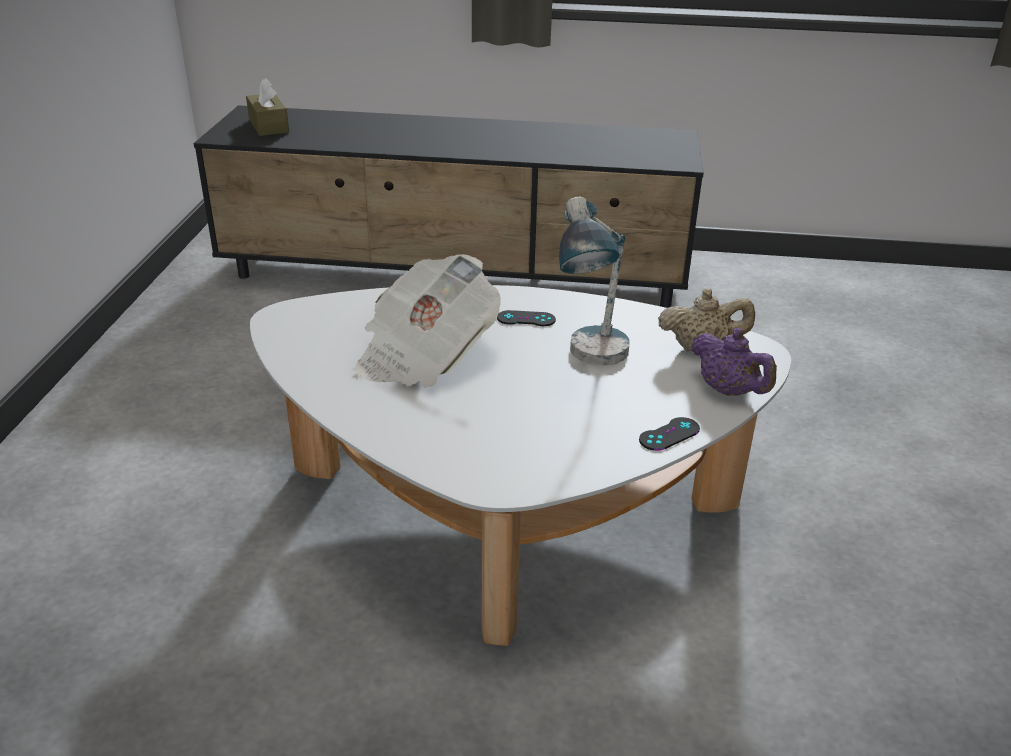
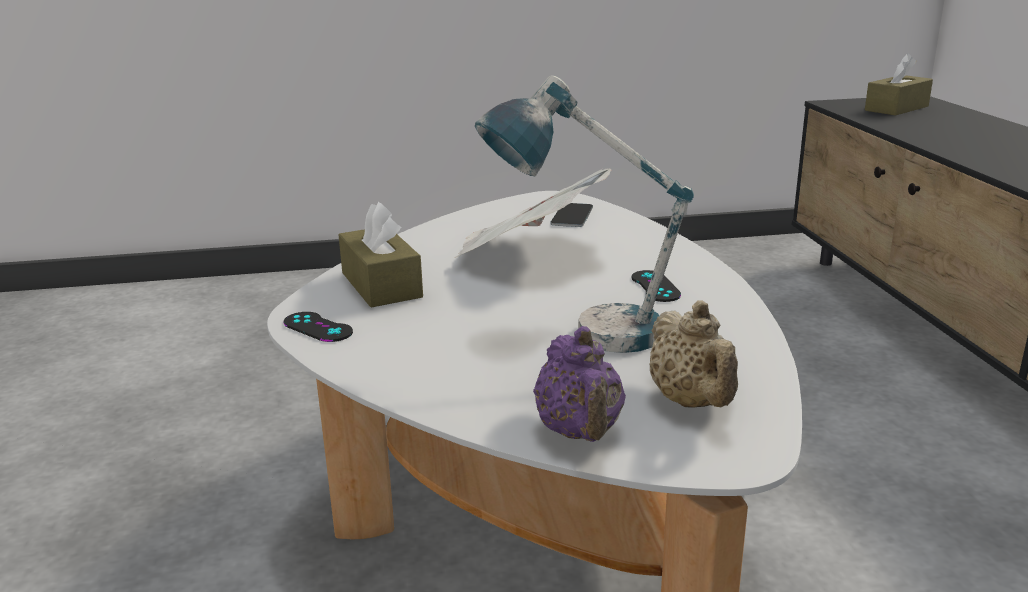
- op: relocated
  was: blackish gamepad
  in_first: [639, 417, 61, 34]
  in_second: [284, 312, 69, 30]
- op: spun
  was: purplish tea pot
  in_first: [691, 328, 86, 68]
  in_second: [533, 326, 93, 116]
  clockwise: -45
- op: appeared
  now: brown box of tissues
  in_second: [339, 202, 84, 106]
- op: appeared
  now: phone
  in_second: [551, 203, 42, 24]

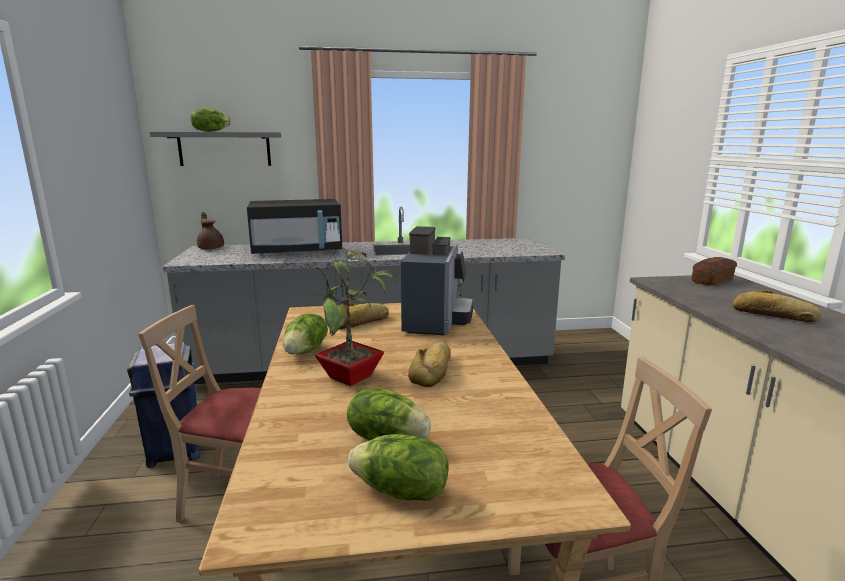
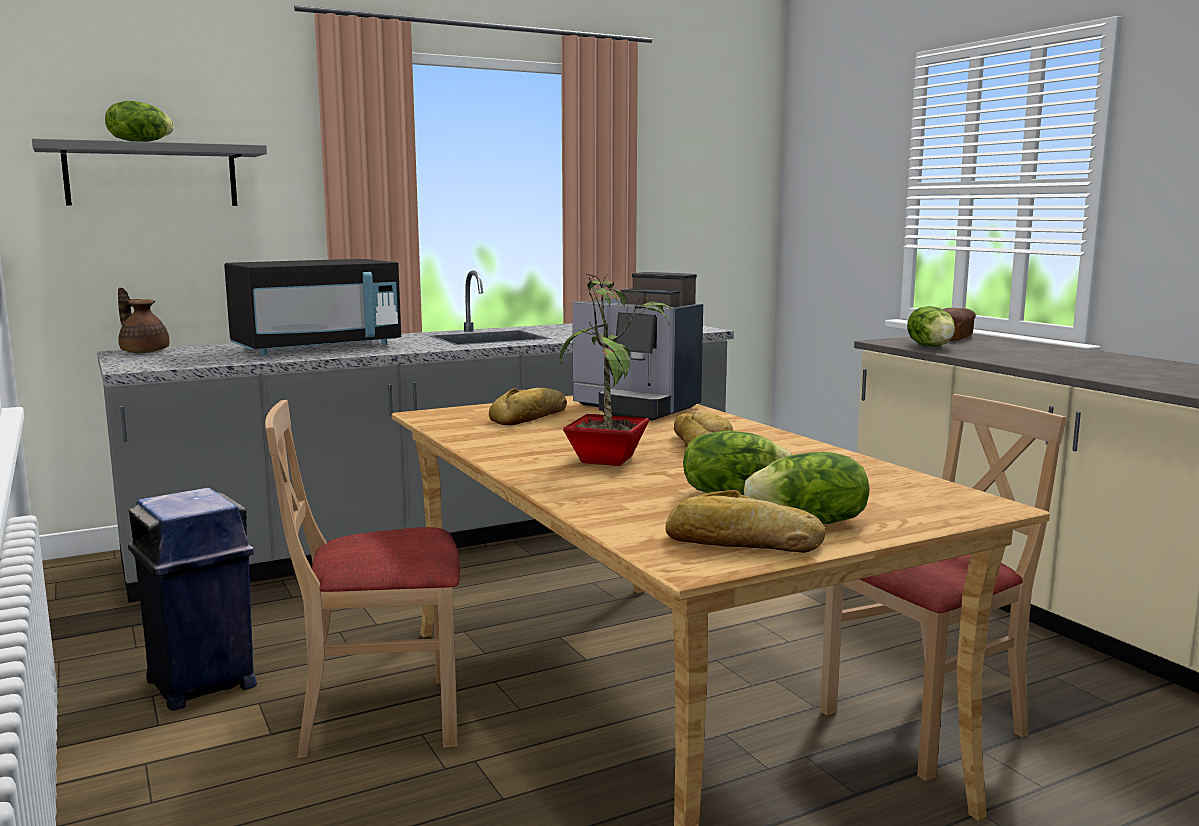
- op: relocated
  was: head of lettuce
  in_first: [283, 314, 45, 40]
  in_second: [907, 306, 48, 41]
- op: spun
  was: coffee brewer
  in_first: [401, 226, 72, 109]
  in_second: [572, 272, 131, 149]
  clockwise: 135
- op: relocated
  was: bread
  in_first: [732, 291, 89, 32]
  in_second: [665, 490, 160, 63]

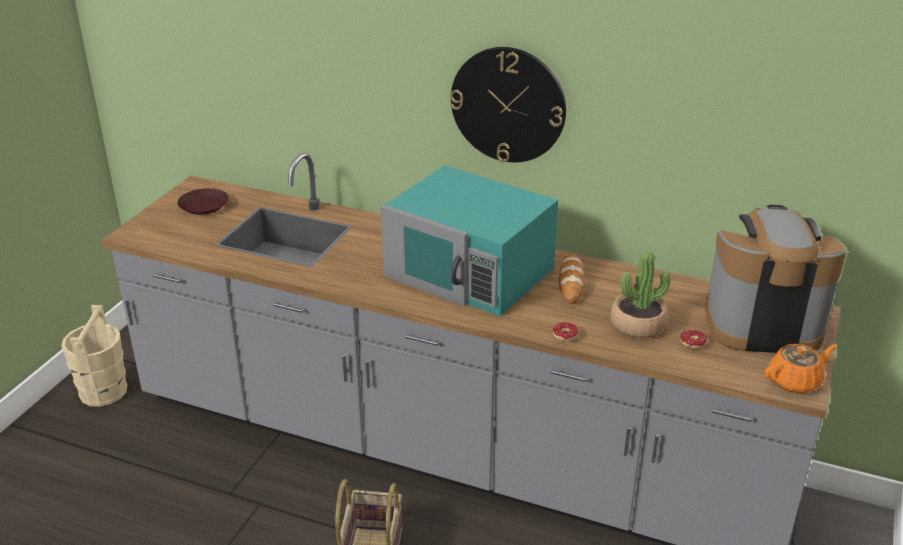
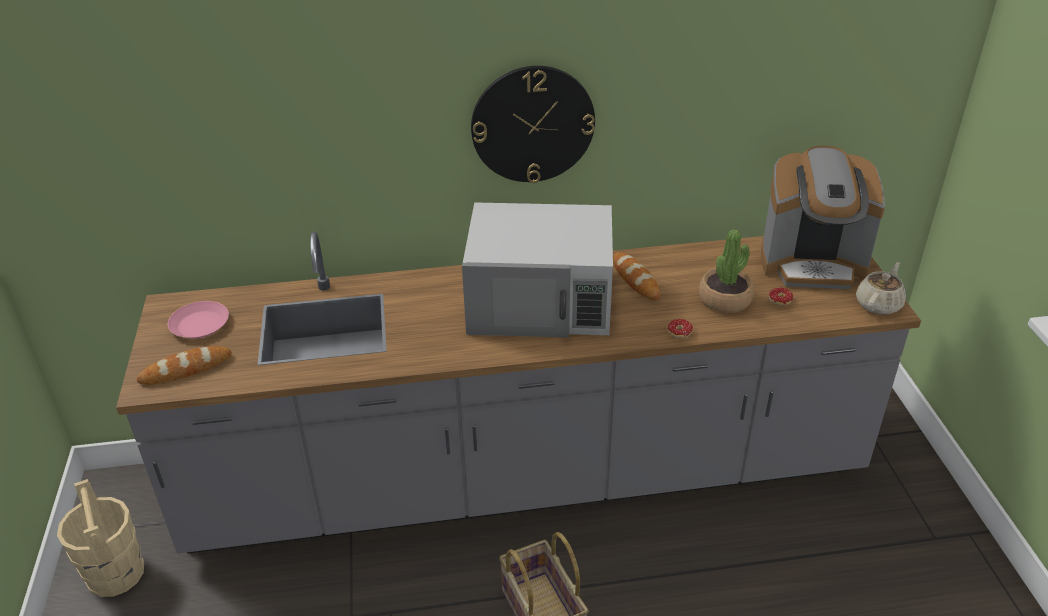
- op: colour
  was: brown plate
  now: pink-coloured plate
  in_first: [177, 188, 52, 27]
  in_second: [168, 301, 61, 38]
- op: colour
  was: turquoise kitchen microwave
  now: whitish kitchen microwave
  in_first: [381, 165, 177, 151]
  in_second: [462, 202, 151, 136]
- op: spun
  was: coffee brewer
  in_first: [705, 205, 142, 148]
  in_second: [761, 146, 124, 143]
  clockwise: -150
- op: colour
  was: orange-coloured tea pot
  now: beige-coloured tea pot
  in_first: [764, 344, 73, 49]
  in_second: [856, 262, 50, 53]
- op: appeared
  now: bread
  in_second: [137, 346, 95, 39]

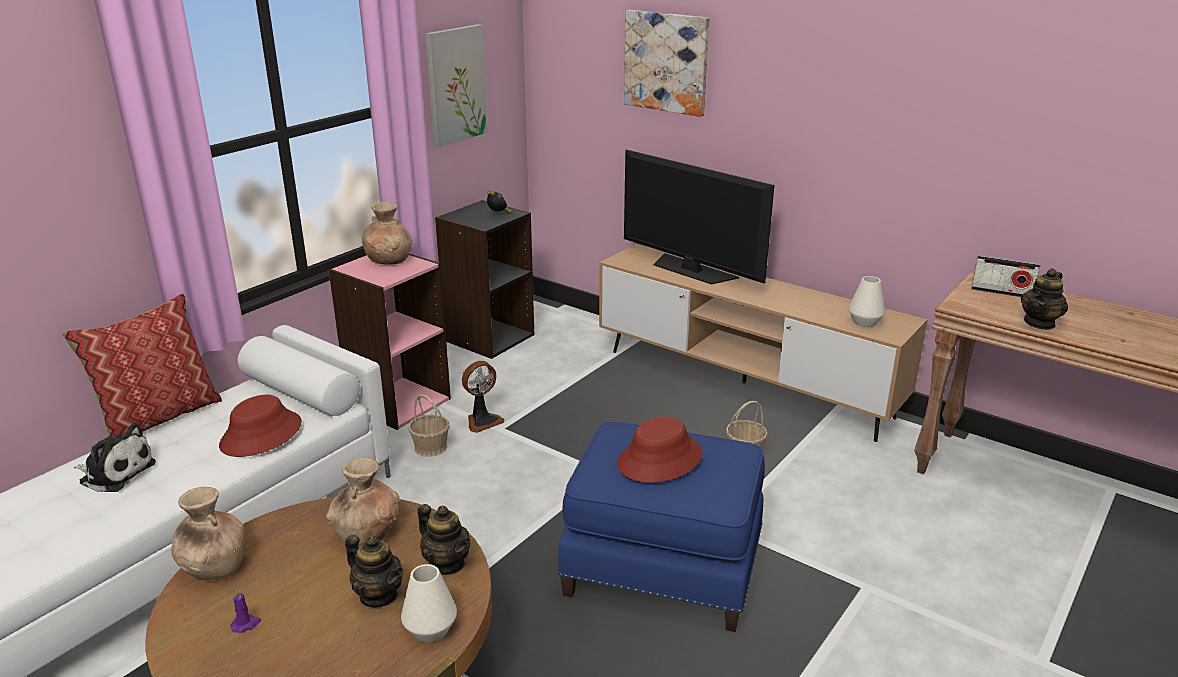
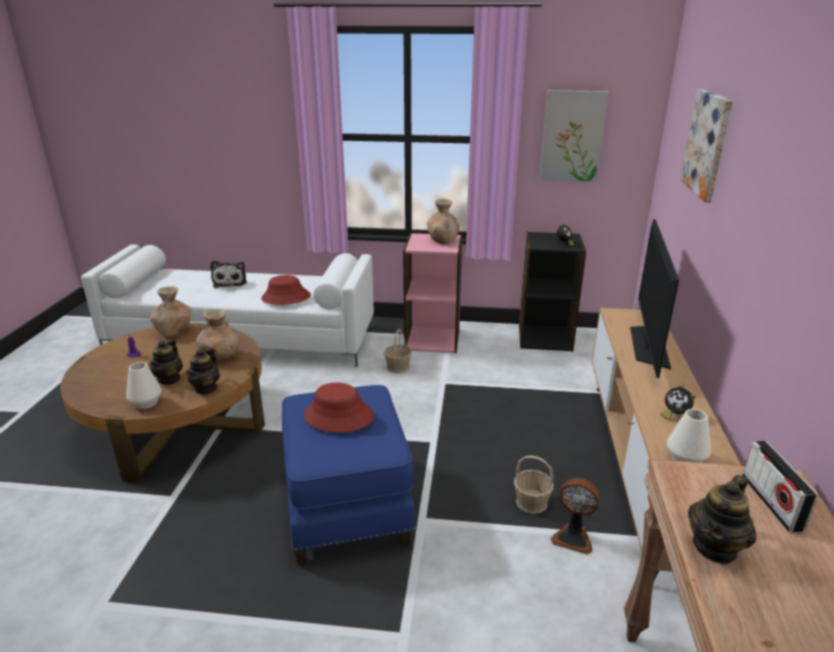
- op: missing
  was: pillow
  in_first: [62, 293, 160, 144]
- op: relocated
  was: electric fan
  in_first: [462, 361, 42, 72]
  in_second: [551, 478, 49, 77]
- op: spun
  was: tea pot
  in_first: [1021, 268, 47, 62]
  in_second: [688, 475, 68, 90]
  clockwise: -60
- op: appeared
  now: alarm clock
  in_second: [661, 384, 35, 36]

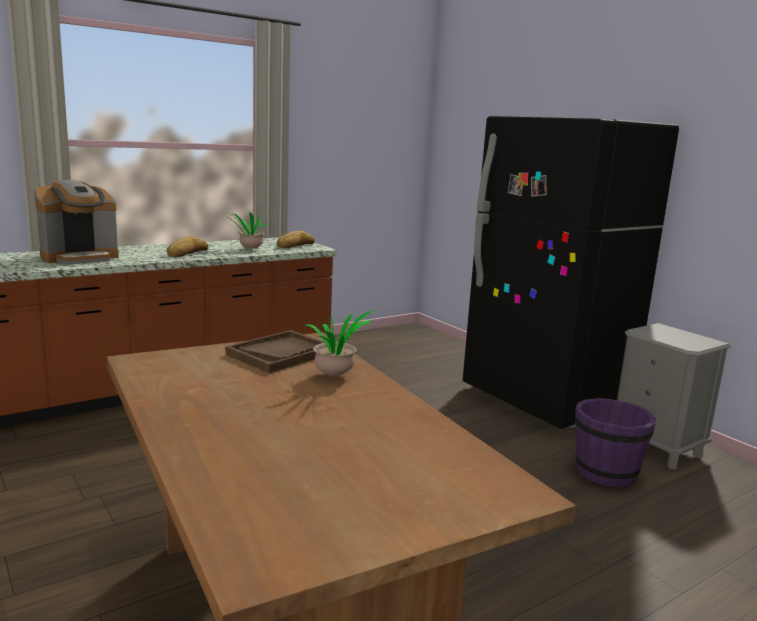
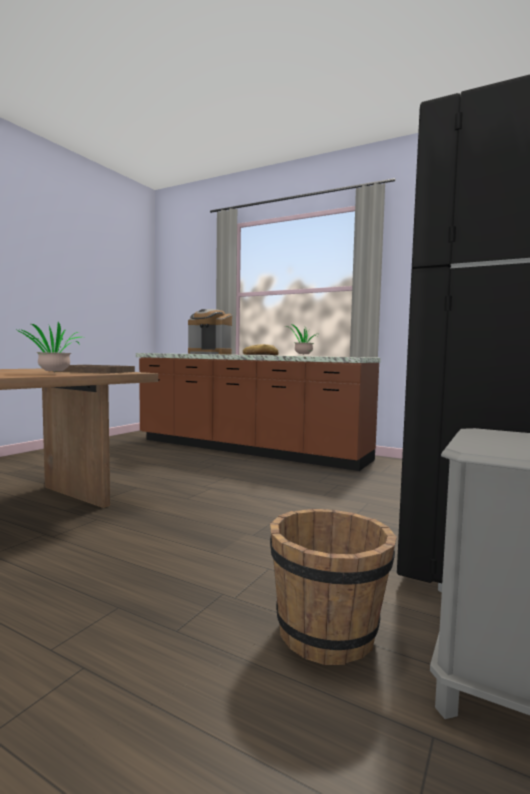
- op: missing
  was: bread
  in_first: [277, 231, 38, 17]
- op: colour
  was: purplish bucket
  now: brown bucket
  in_first: [575, 398, 81, 89]
  in_second: [270, 509, 127, 156]

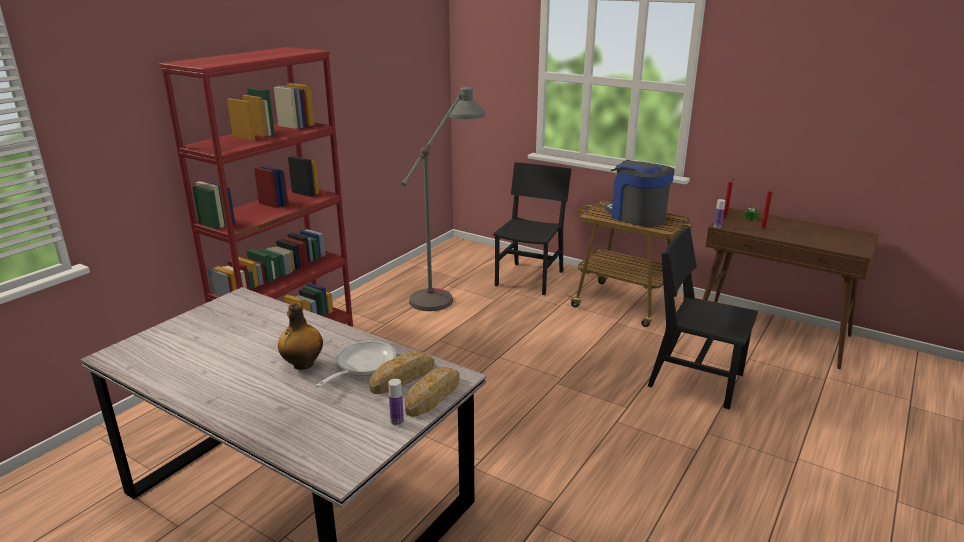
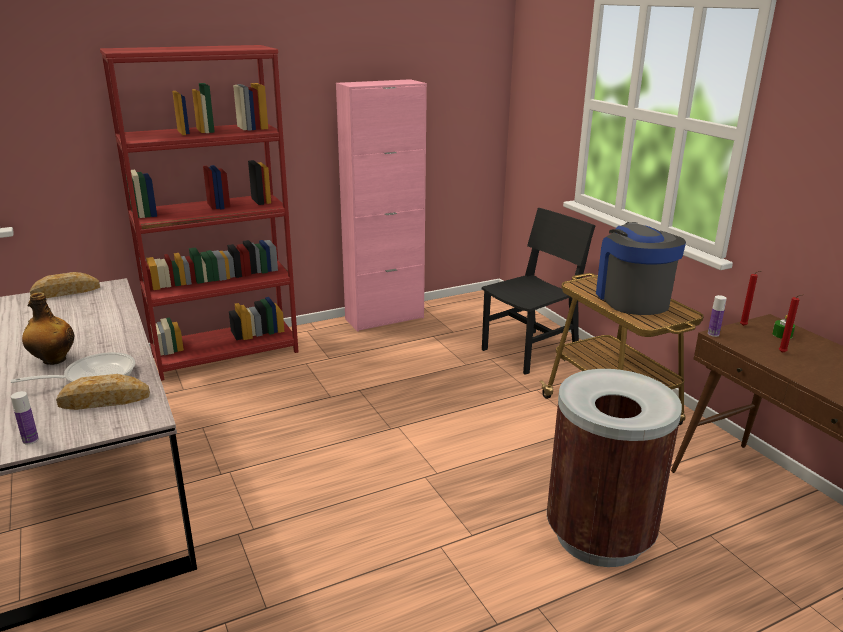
- op: missing
  was: greyish standard lamp
  in_first: [402, 87, 83, 224]
- op: relocated
  was: bread
  in_first: [405, 367, 55, 50]
  in_second: [30, 272, 70, 26]
- op: exchanged
  was: blackish plain chair
  now: brown trash can
  in_first: [648, 227, 110, 182]
  in_second: [547, 369, 135, 198]
- op: appeared
  now: pink-coloured cupboard
  in_second: [336, 79, 91, 253]

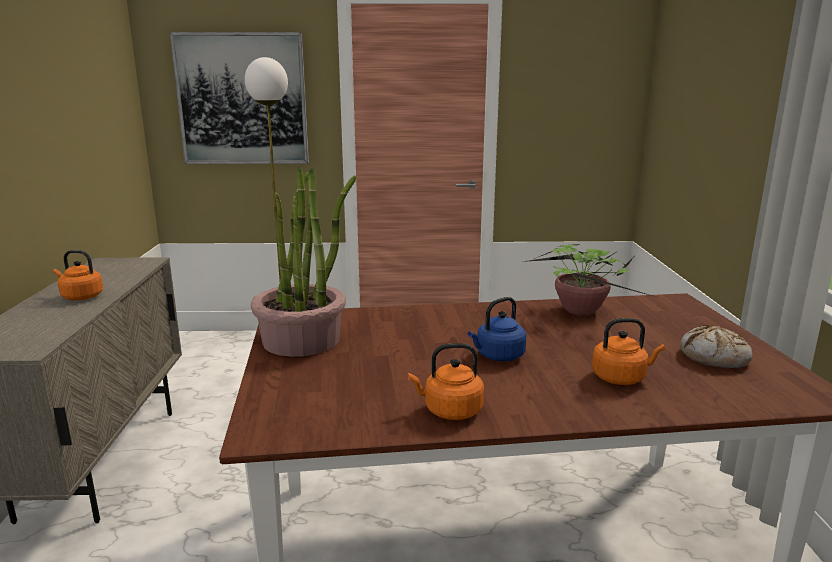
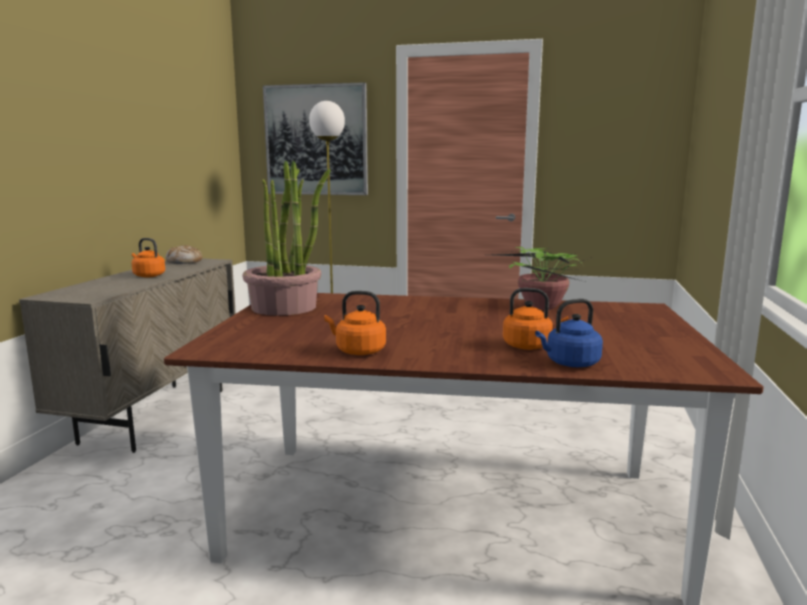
- op: relocated
  was: blue tea kettle
  in_first: [468, 297, 59, 64]
  in_second: [535, 299, 68, 68]
- op: relocated
  was: bread
  in_first: [680, 325, 73, 43]
  in_second: [166, 245, 36, 19]

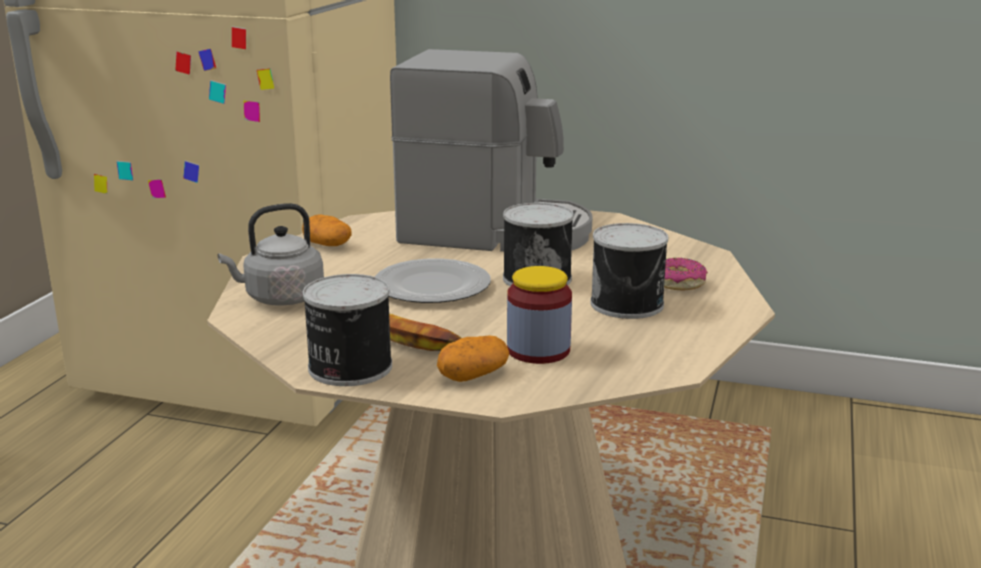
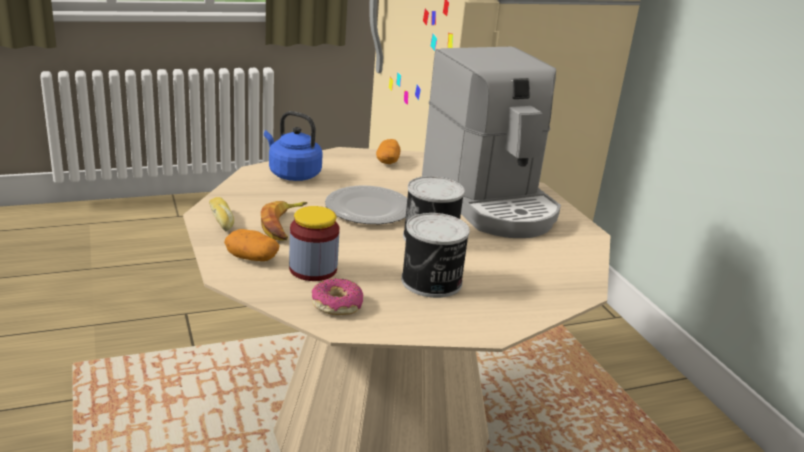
- op: colour
  was: greyish tea kettle
  now: blue tea kettle
  in_first: [218, 203, 106, 103]
  in_second: [264, 111, 59, 70]
- op: exchanged
  was: sealed can
  now: bread
  in_first: [303, 274, 89, 112]
  in_second: [209, 197, 25, 34]
- op: relocated
  was: doughnut
  in_first: [664, 258, 44, 33]
  in_second: [312, 278, 51, 37]

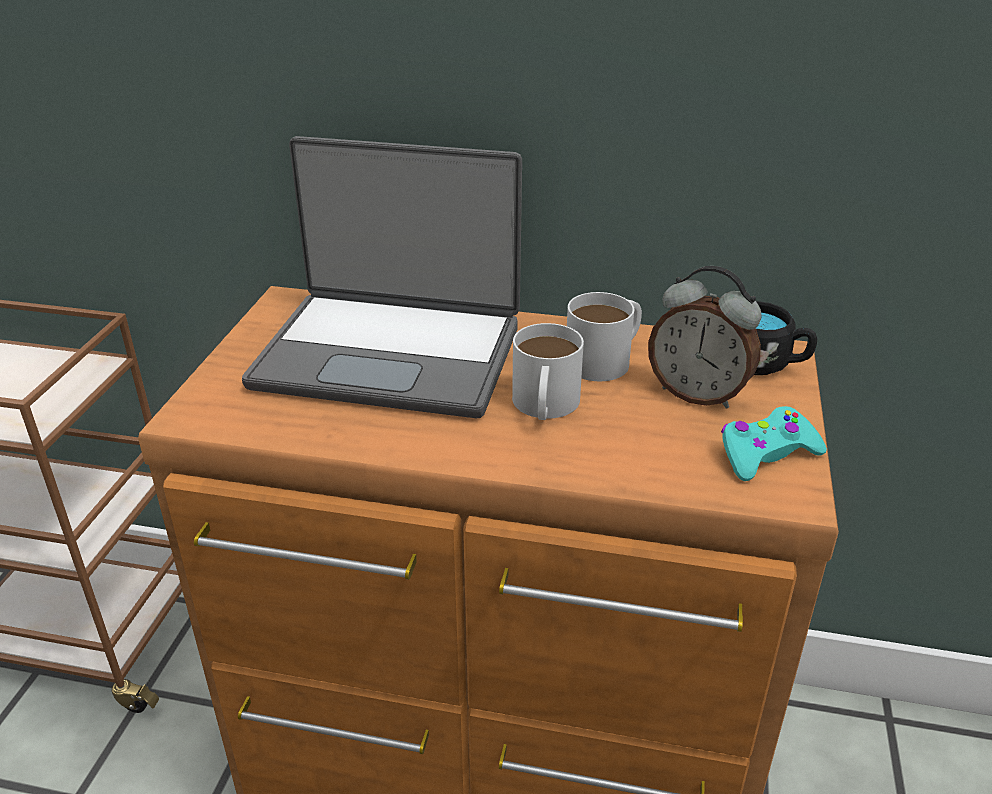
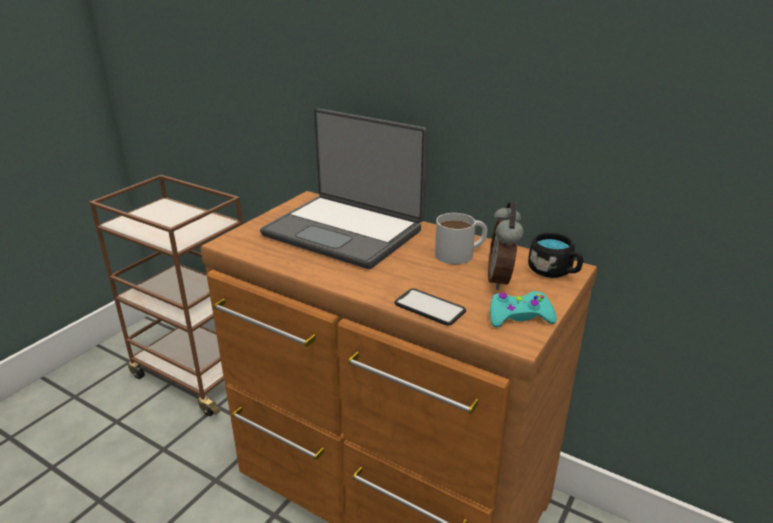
- op: missing
  was: whitish tea mug
  in_first: [512, 323, 72, 97]
- op: spun
  was: alarm clock
  in_first: [648, 266, 114, 143]
  in_second: [488, 201, 36, 89]
  clockwise: 45
- op: appeared
  now: phone
  in_second: [394, 288, 72, 37]

